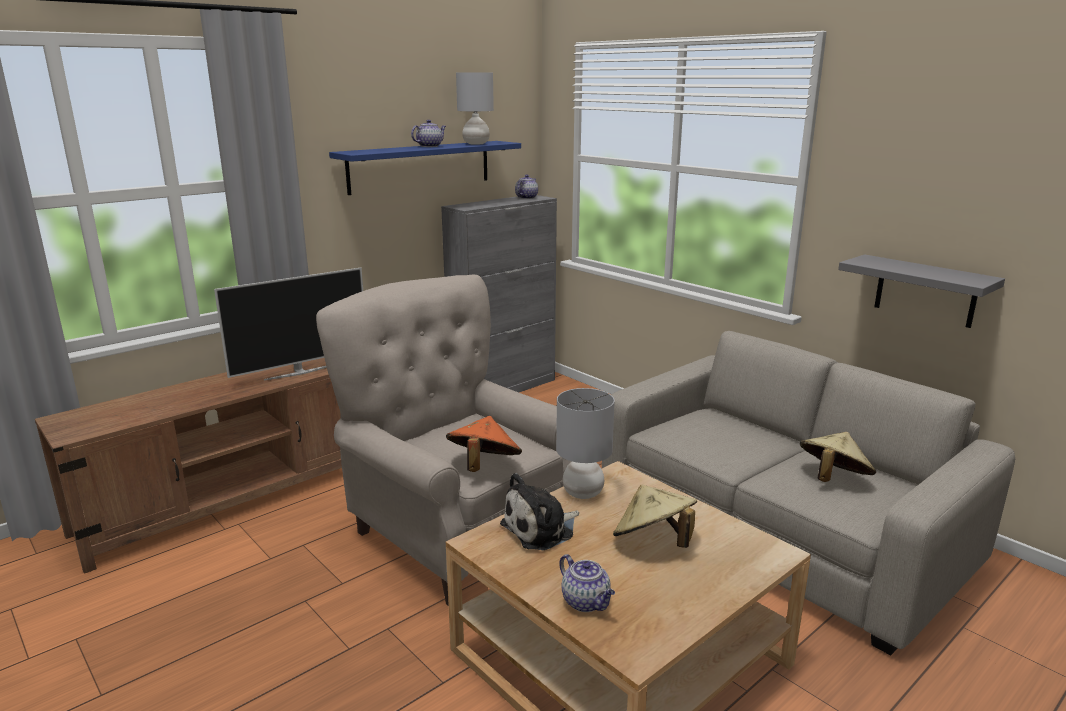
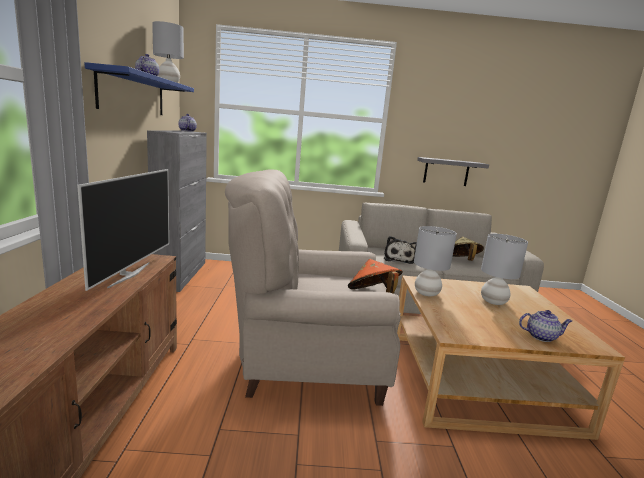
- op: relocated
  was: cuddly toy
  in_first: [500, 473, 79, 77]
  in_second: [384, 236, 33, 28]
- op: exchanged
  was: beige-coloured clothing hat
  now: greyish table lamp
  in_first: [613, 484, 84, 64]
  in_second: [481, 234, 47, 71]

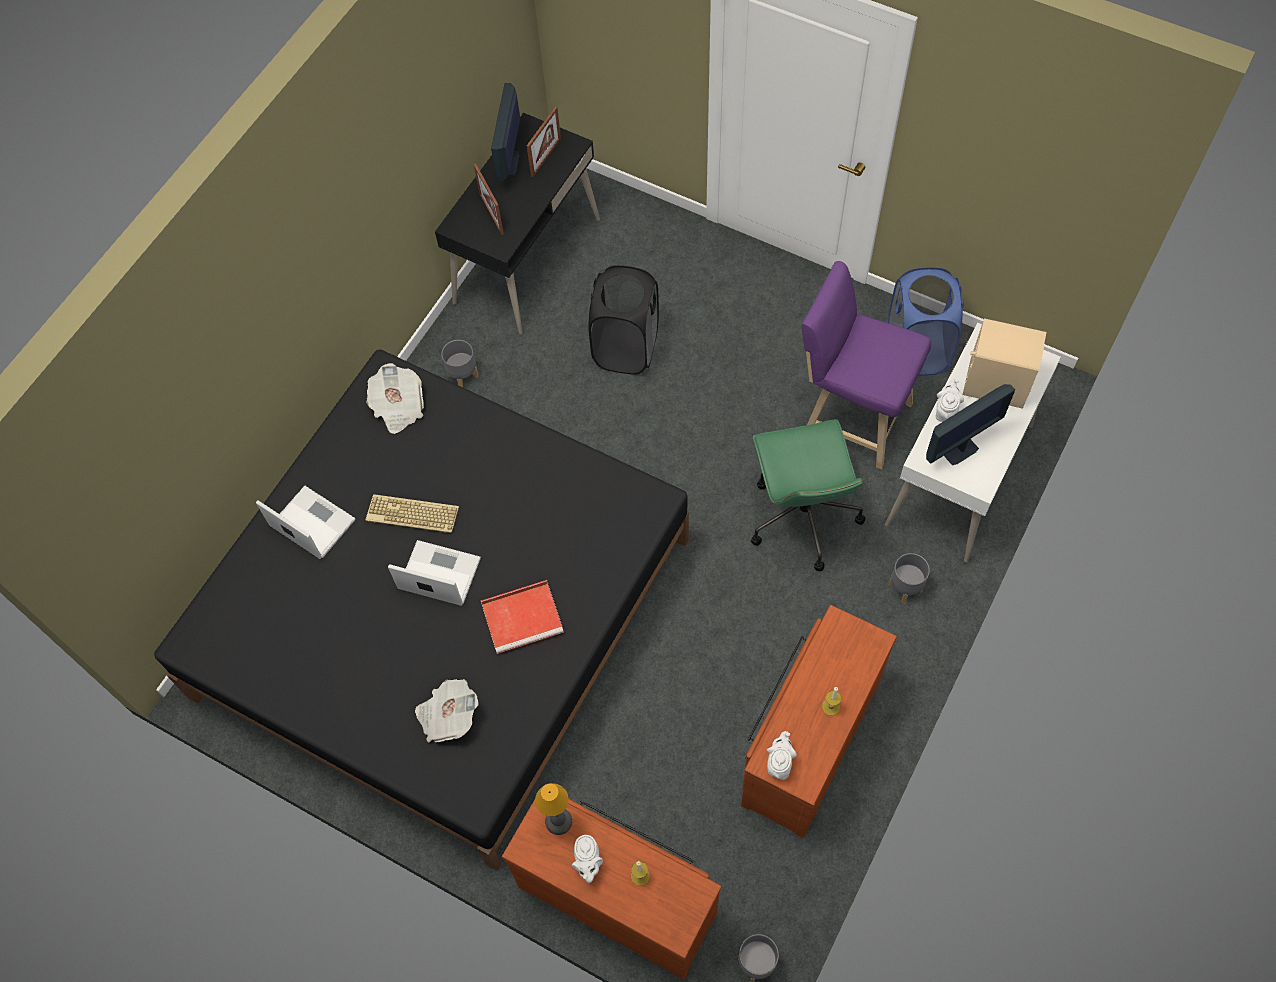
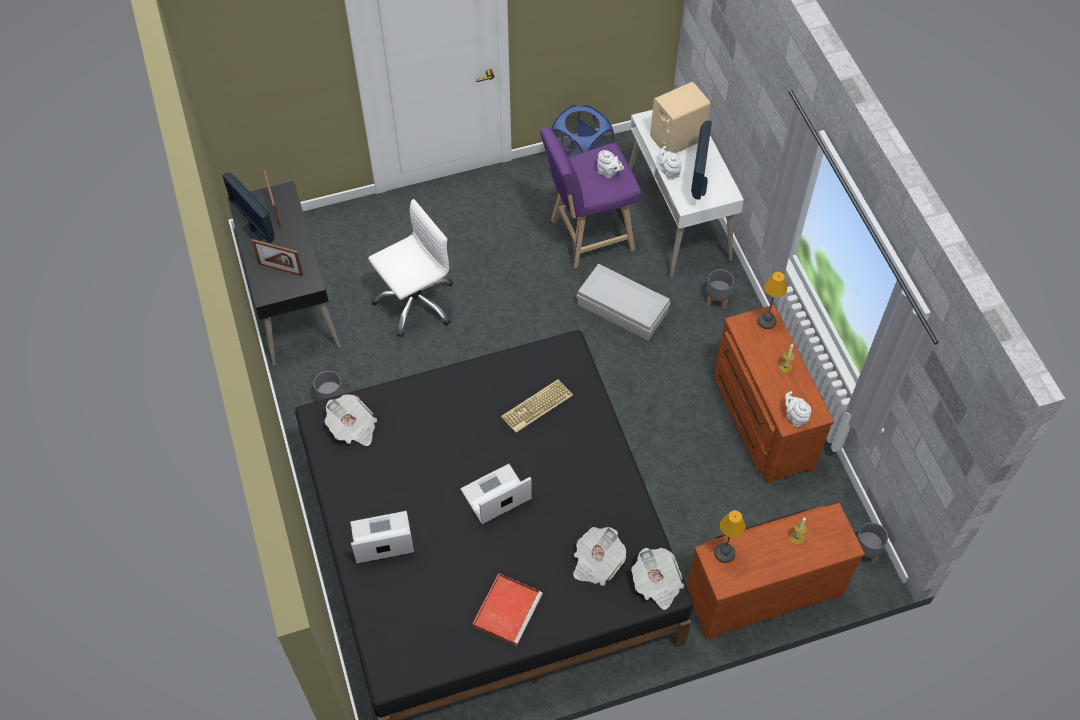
- op: relocated
  was: computer keyboard
  in_first: [366, 494, 93, 39]
  in_second: [501, 379, 72, 54]
- op: relocated
  was: red serving tray
  in_first: [481, 580, 83, 74]
  in_second: [472, 573, 71, 73]
- op: relocated
  was: whitish tea pot
  in_first: [572, 835, 31, 48]
  in_second: [597, 150, 27, 28]
- op: exchanged
  was: blackish laundry basket
  now: whitish office chair
  in_first: [588, 265, 71, 110]
  in_second: [368, 199, 85, 138]
- op: exchanged
  was: green-coloured office chair
  now: whitish storage bin
  in_first: [751, 419, 114, 152]
  in_second: [577, 264, 94, 77]
- op: appeared
  now: newspaper
  in_second: [631, 548, 53, 62]
- op: appeared
  now: table lamp
  in_second: [757, 272, 30, 57]

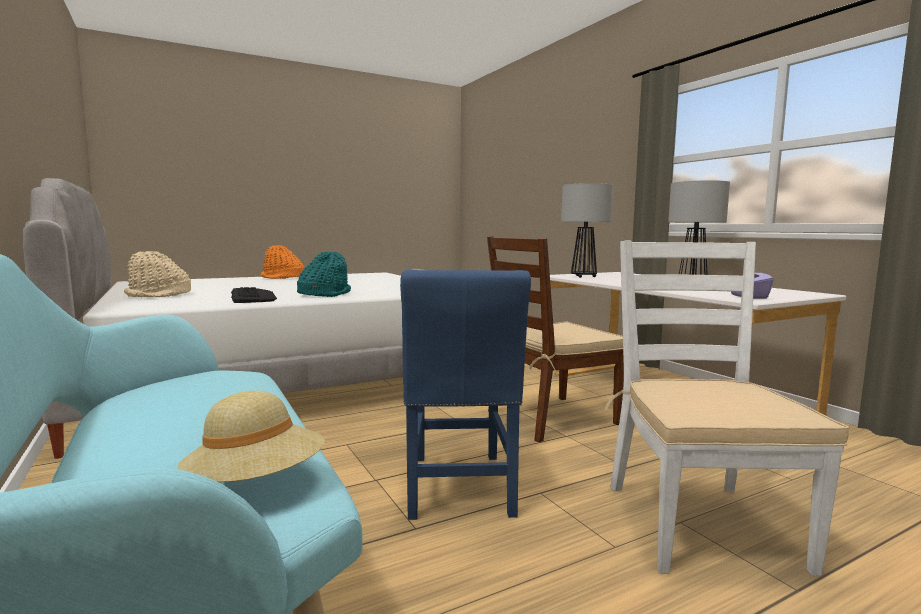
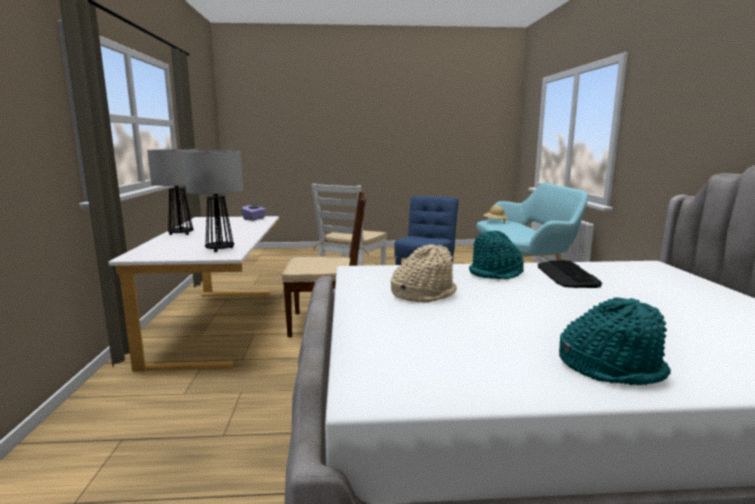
- op: relocated
  was: beige-coloured clothing hat
  in_first: [124, 251, 67, 46]
  in_second: [391, 244, 66, 59]
- op: colour
  was: orange-coloured clothing hat
  now: turquoise clothing hat
  in_first: [261, 245, 44, 34]
  in_second: [559, 297, 112, 88]

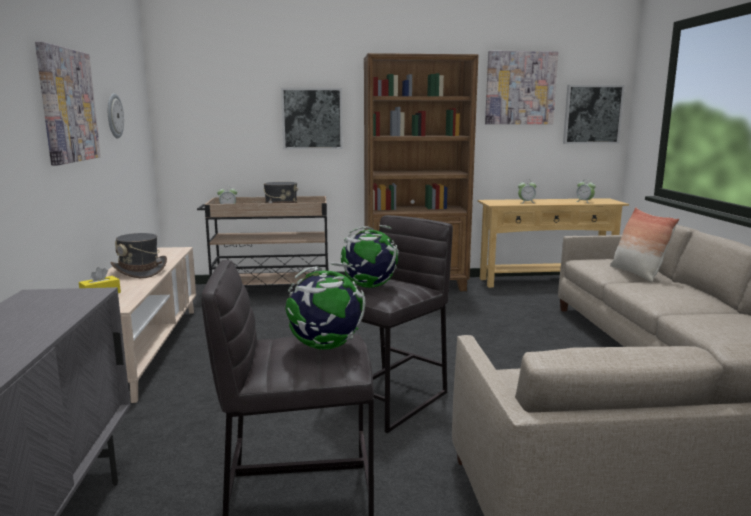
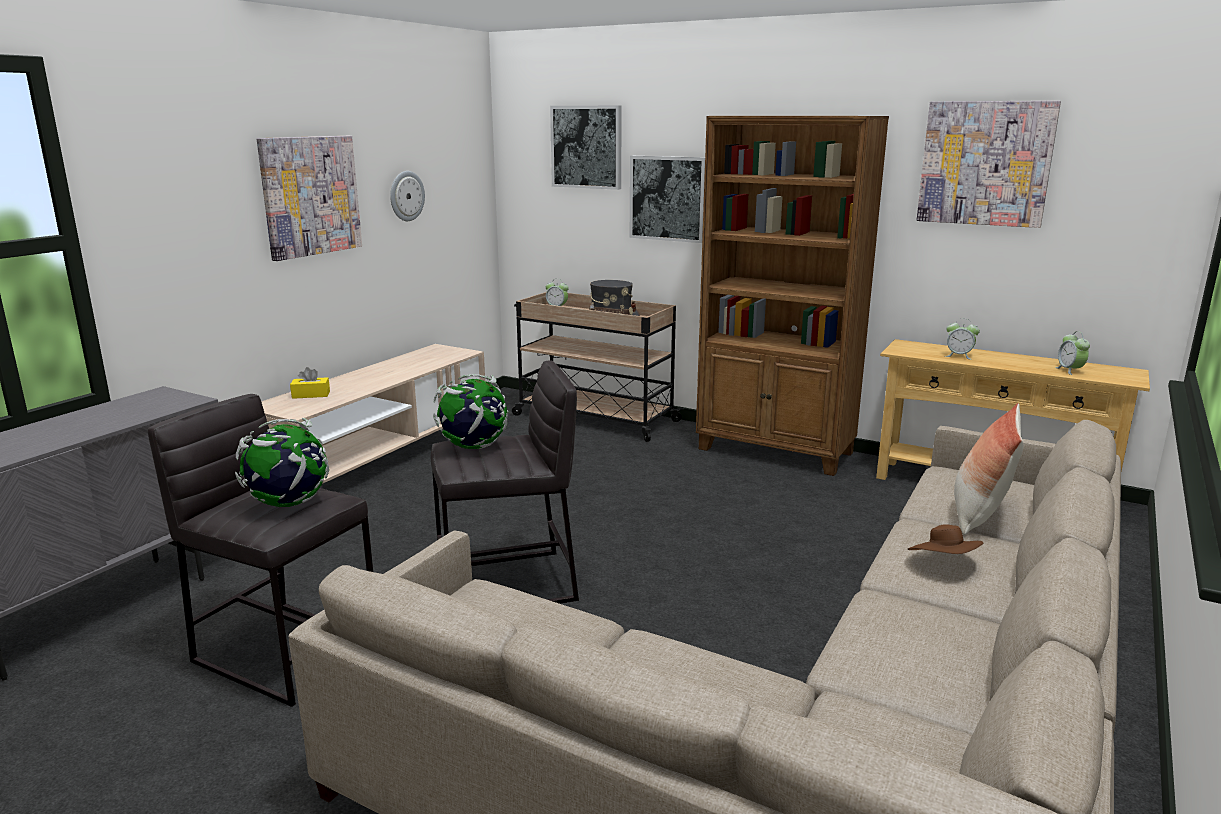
- op: missing
  was: greyish clothing hat
  in_first: [110, 233, 57, 45]
- op: relocated
  was: picture
  in_first: [563, 85, 62, 59]
  in_second: [550, 106, 72, 84]
- op: appeared
  now: brown clothing hat
  in_second: [908, 524, 76, 30]

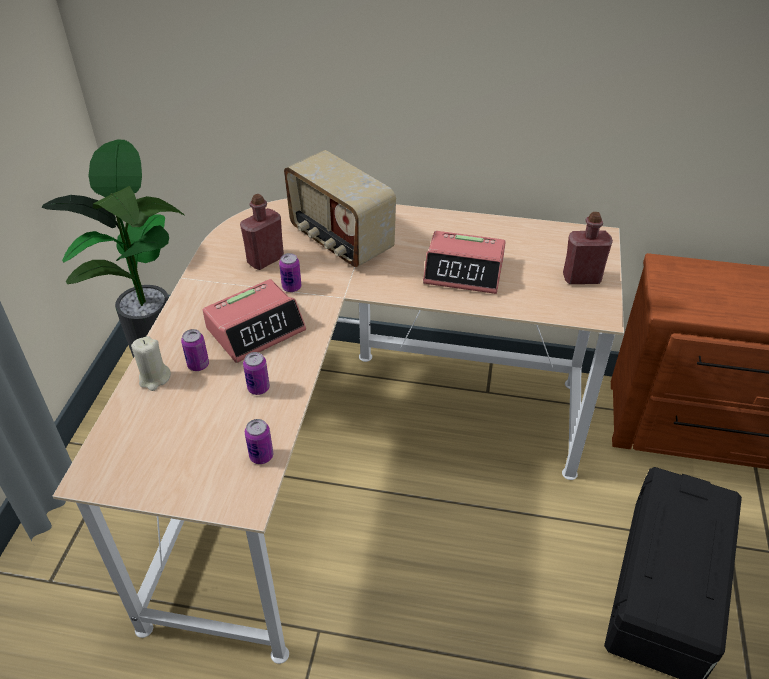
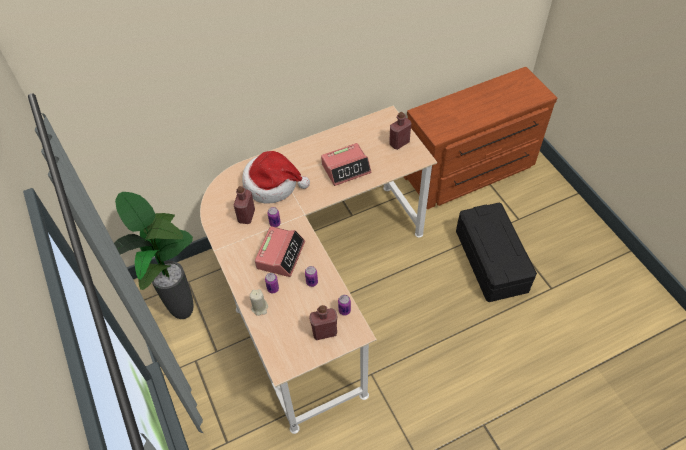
- op: exchanged
  was: radio
  now: clothing hat
  in_first: [284, 150, 112, 117]
  in_second: [242, 151, 68, 53]
- op: appeared
  now: red bottle
  in_second: [309, 305, 28, 35]

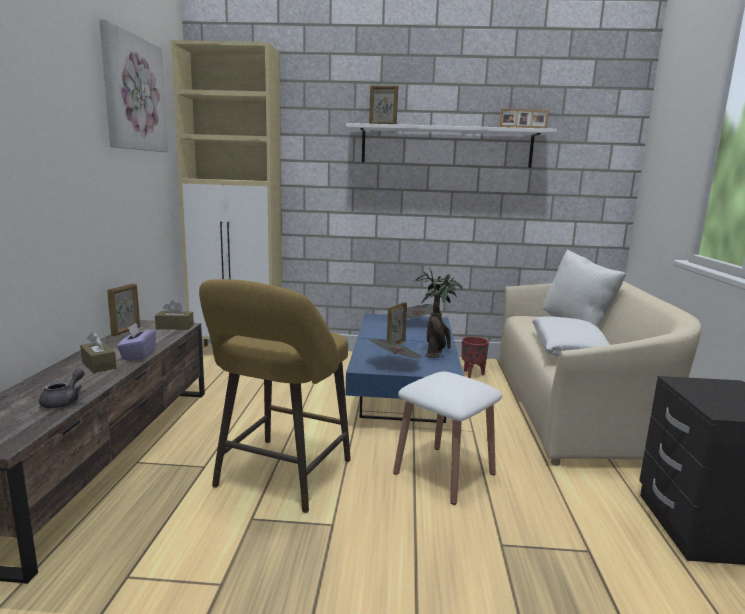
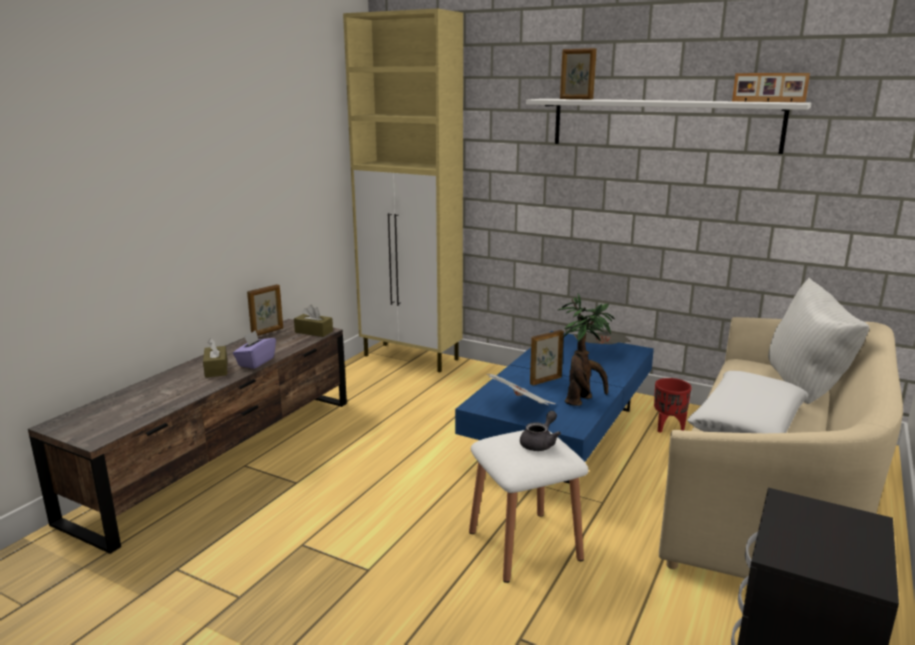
- op: relocated
  was: greyish tea pot
  in_first: [39, 369, 45, 39]
  in_second: [520, 411, 41, 40]
- op: missing
  was: picture
  in_first: [99, 19, 69, 133]
- op: missing
  was: yellowish stool seat
  in_first: [199, 279, 152, 234]

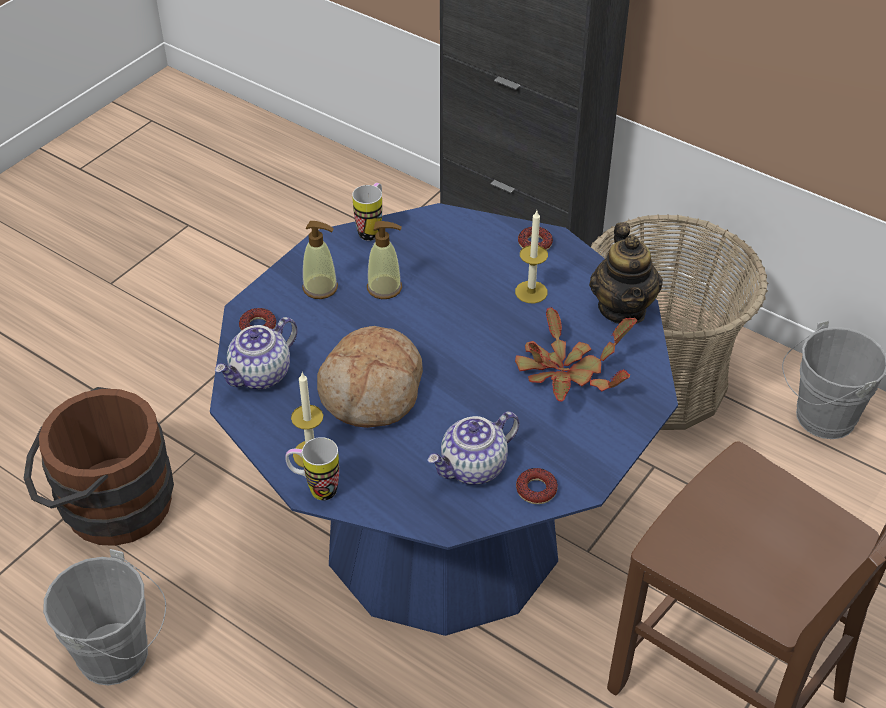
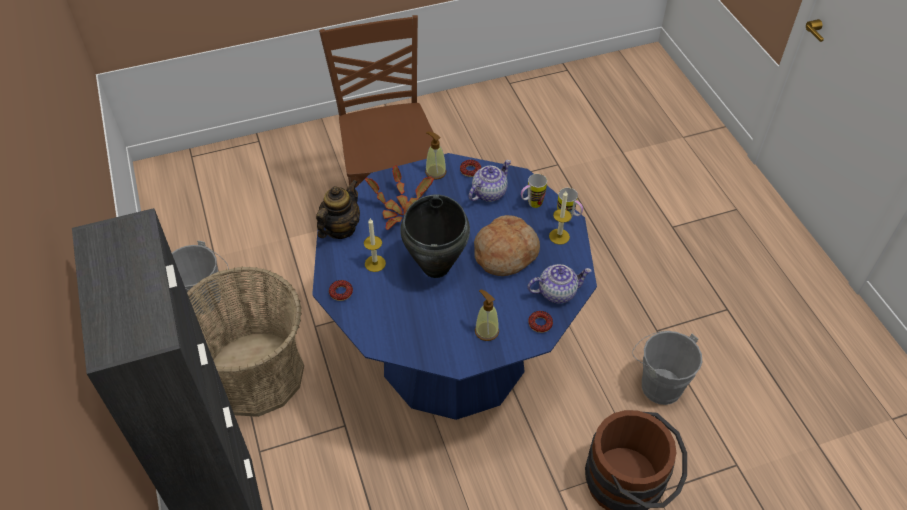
- op: relocated
  was: tea mug
  in_first: [352, 183, 30, 58]
  in_second: [521, 174, 26, 34]
- op: relocated
  was: soap dispenser
  in_first: [367, 221, 35, 78]
  in_second: [425, 131, 21, 49]
- op: spun
  was: tea pot
  in_first: [427, 411, 93, 74]
  in_second: [469, 160, 42, 42]
  clockwise: -45
- op: appeared
  now: blackish saucepot
  in_second: [400, 194, 70, 84]

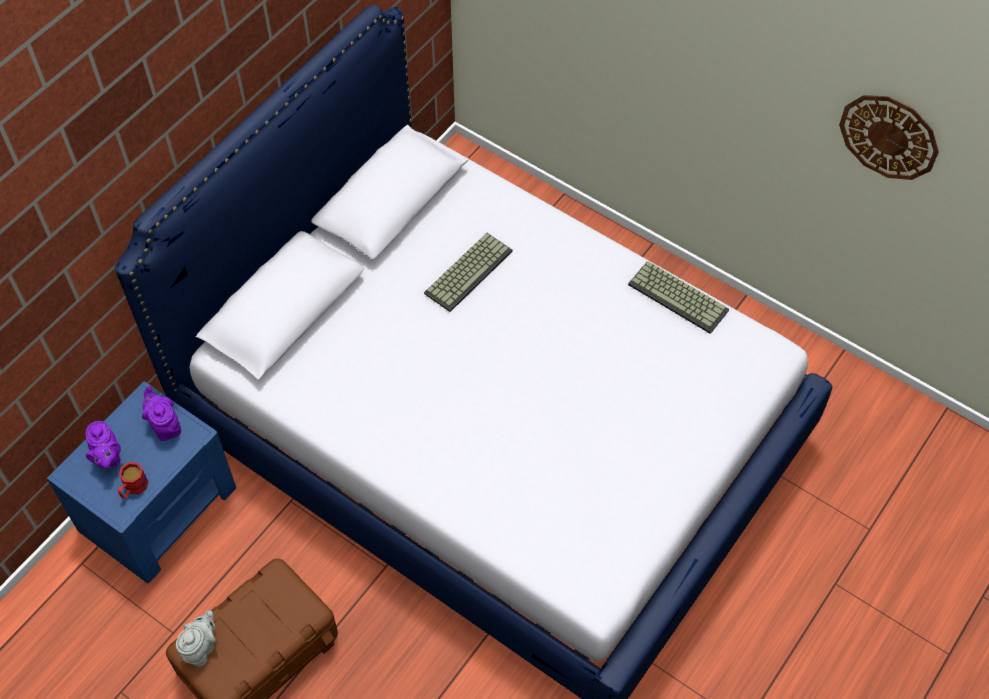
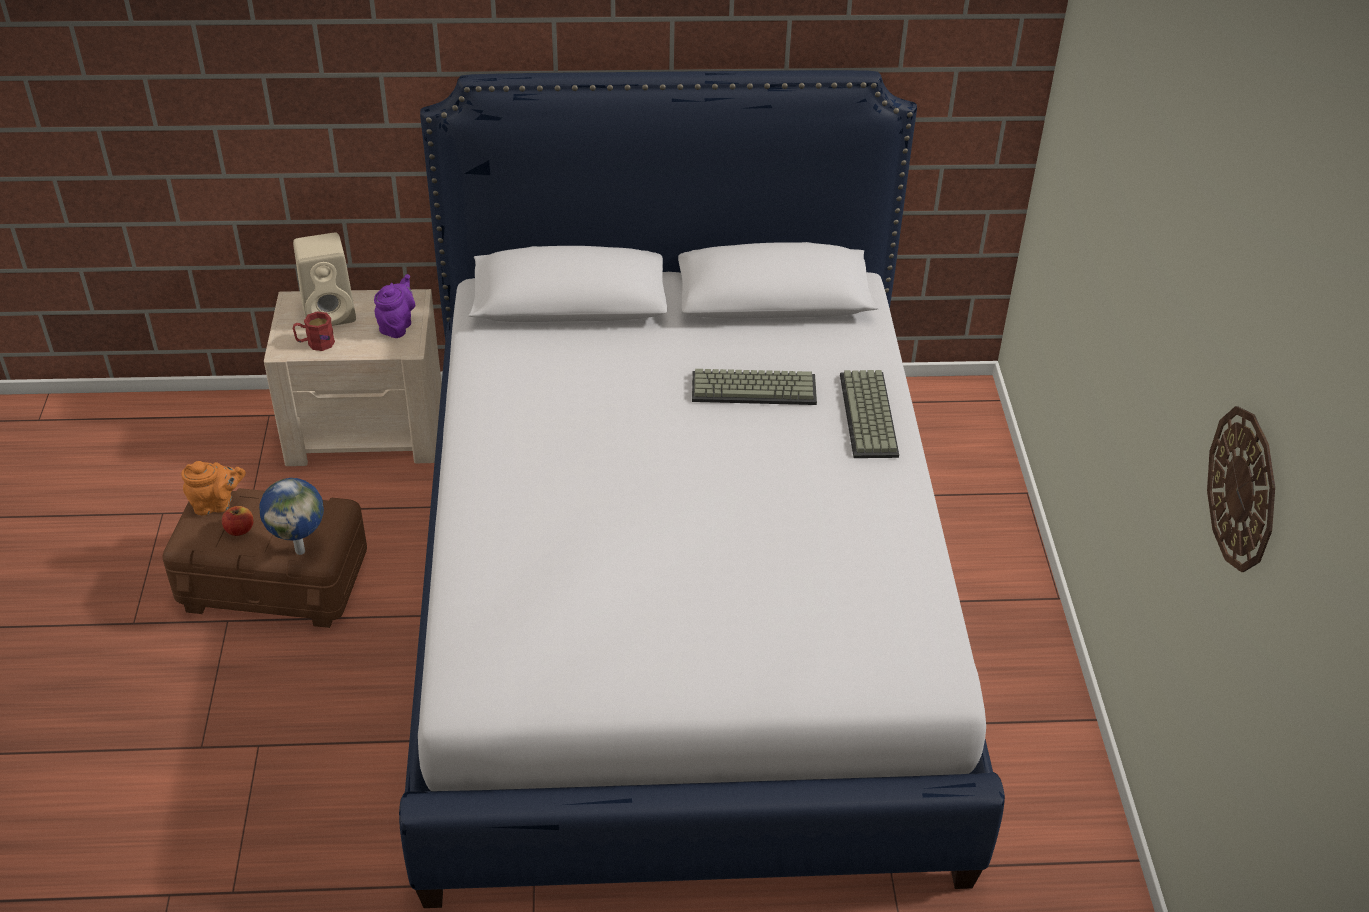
- op: colour
  was: blue bedside table
  now: beige-coloured bedside table
  in_first: [47, 381, 189, 202]
  in_second: [264, 289, 178, 177]
- op: exchanged
  was: purplish tea pot
  now: beige-coloured speaker
  in_first: [85, 421, 36, 48]
  in_second: [293, 233, 63, 93]
- op: colour
  was: greyish tea pot
  now: orange-coloured tea pot
  in_first: [176, 610, 40, 57]
  in_second: [181, 461, 65, 54]
- op: relocated
  was: computer keyboard
  in_first: [628, 261, 101, 73]
  in_second: [840, 370, 59, 88]
- op: appeared
  now: apple fruit
  in_second: [222, 506, 32, 30]
- op: appeared
  now: world globe
  in_second: [259, 478, 65, 77]

